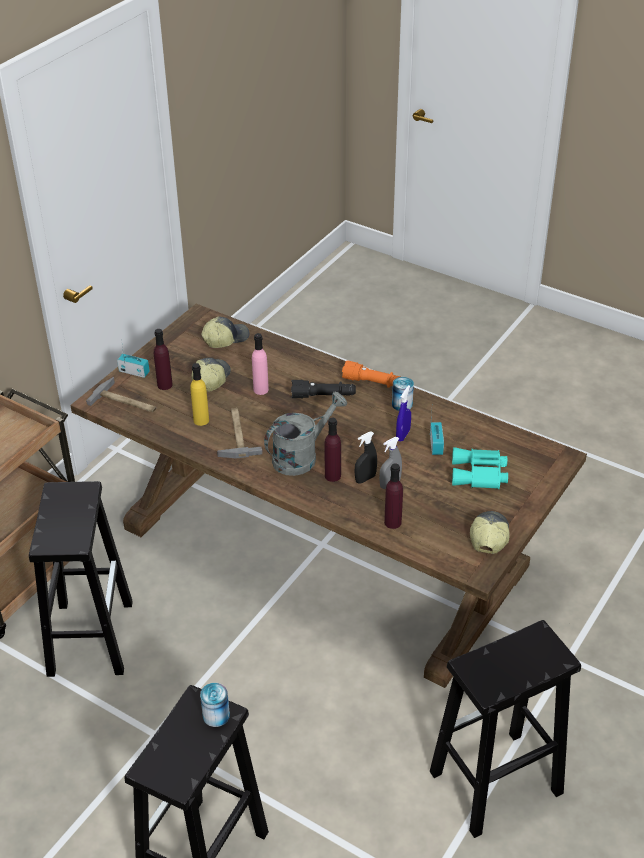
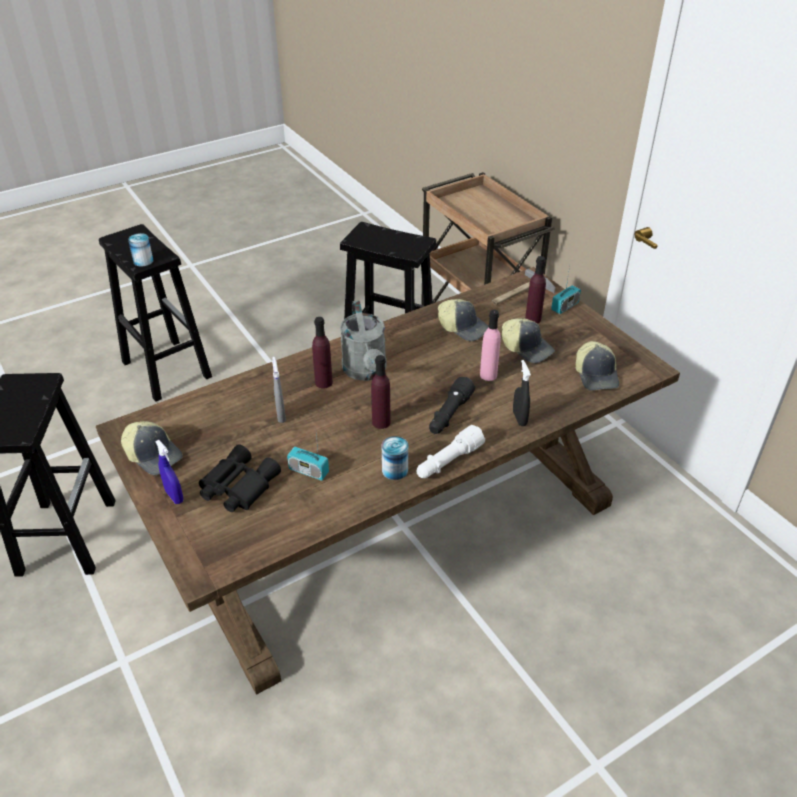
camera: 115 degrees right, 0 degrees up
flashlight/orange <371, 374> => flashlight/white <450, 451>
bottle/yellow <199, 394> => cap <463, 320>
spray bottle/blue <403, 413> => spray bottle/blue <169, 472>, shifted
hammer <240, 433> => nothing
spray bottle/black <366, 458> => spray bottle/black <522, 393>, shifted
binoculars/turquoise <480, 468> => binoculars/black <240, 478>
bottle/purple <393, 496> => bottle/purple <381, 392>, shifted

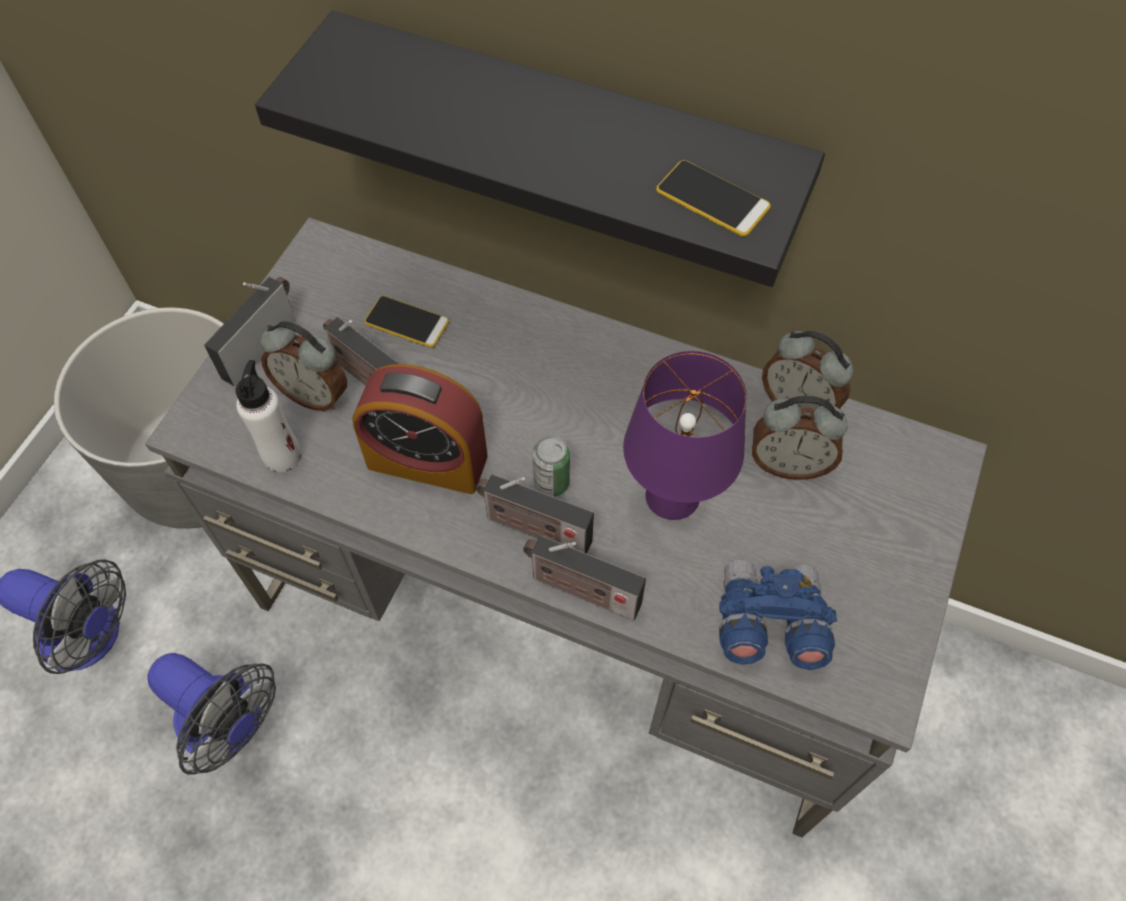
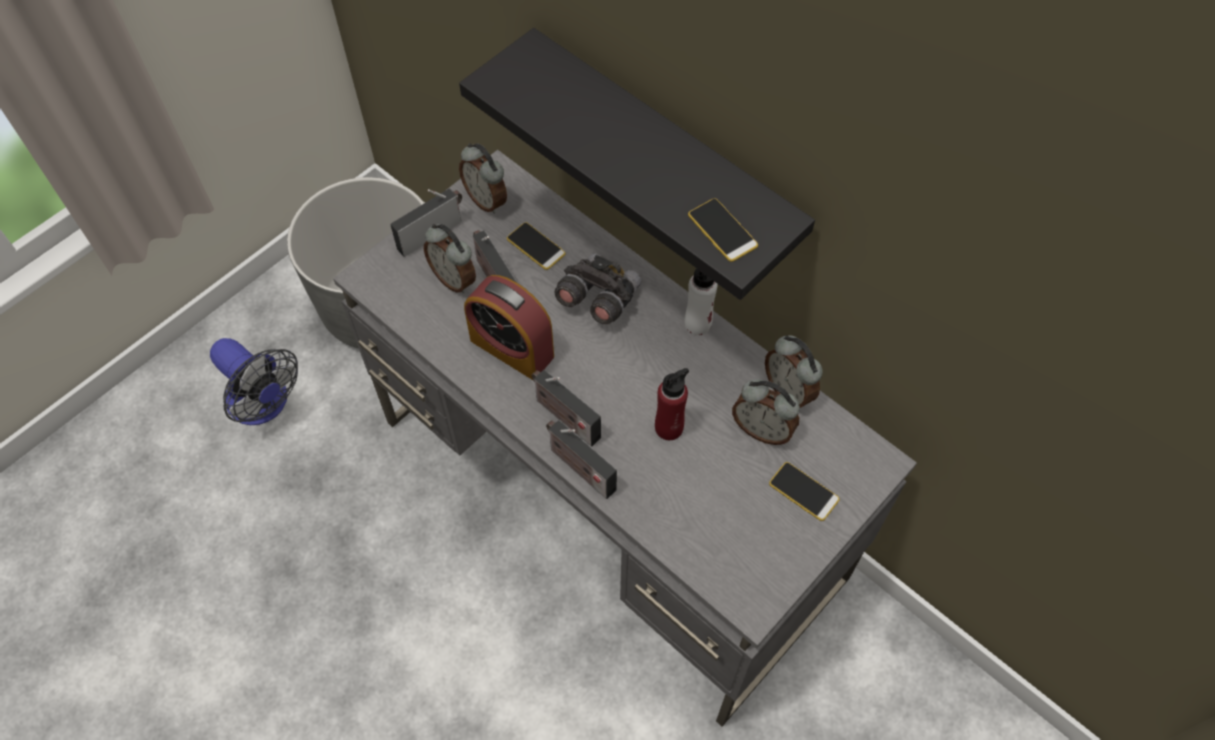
camera: 20 degrees right, 0 degrees up
table lamp/purple <685, 435> => bottle/red <672, 404>
bottle/white <268, 416> => bottle/white <701, 301>, shifted
can <551, 466> => nothing
binoculars/blue <778, 615> => nothing
fan <212, 714> => nothing
nothing => alarm clock <483, 178>
nothing => binoculars/grey <598, 289>
nothing => phone <804, 491>

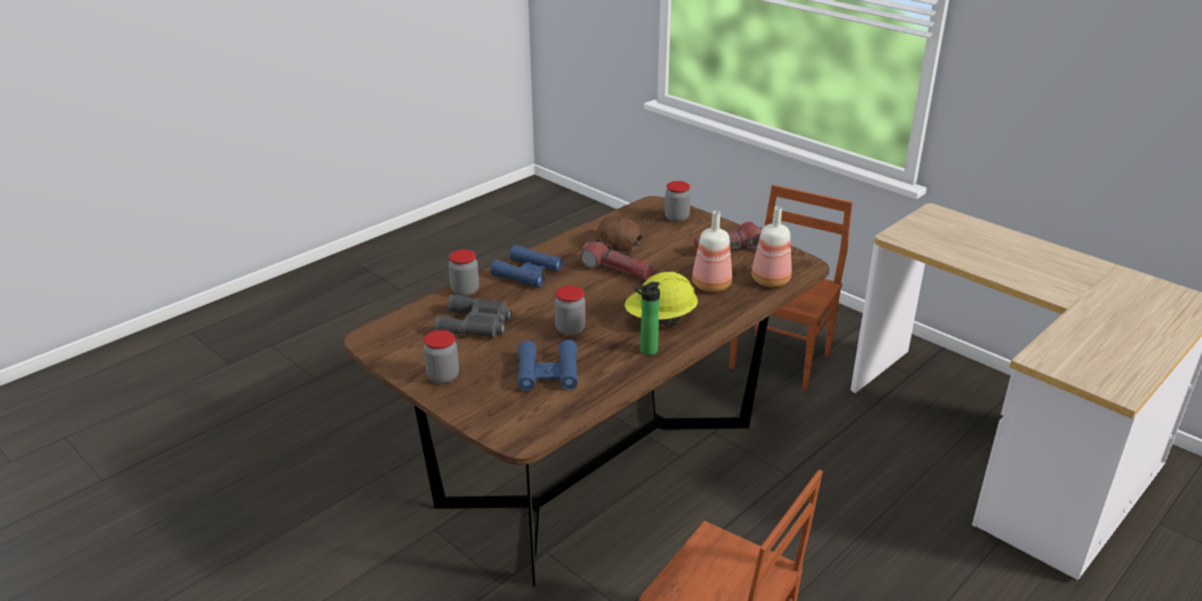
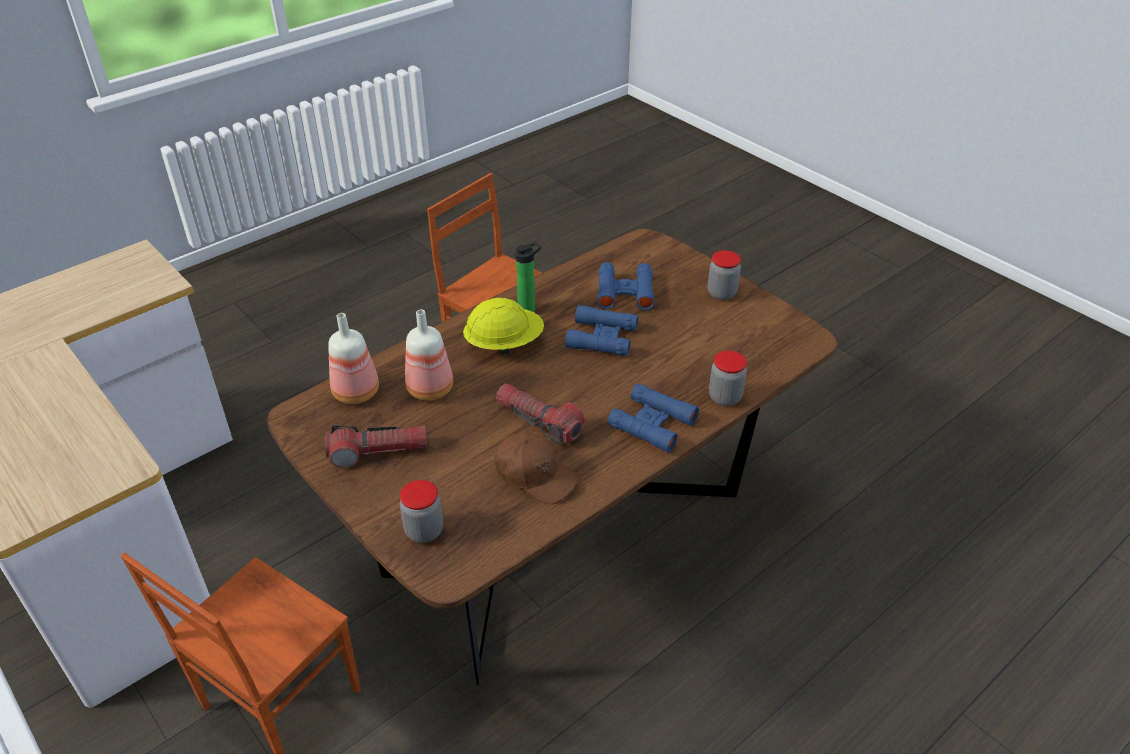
camera: 175 degrees left, 10 degrees up
jar <570, 311> => binoculars/blue <601, 330>
binoculars/grey <473, 315> => nothing

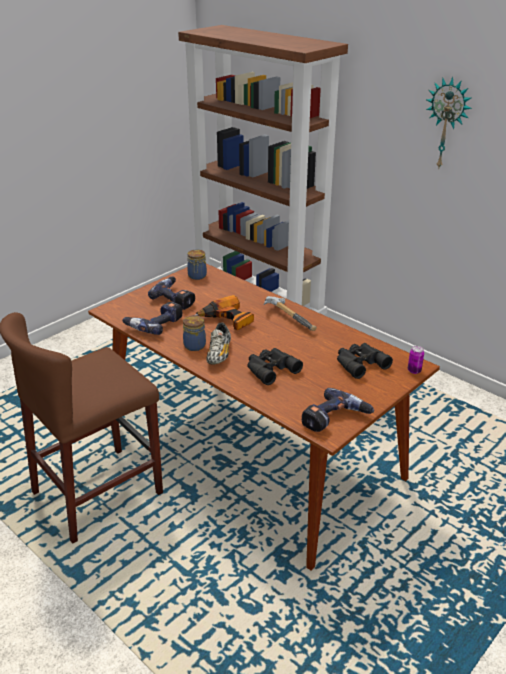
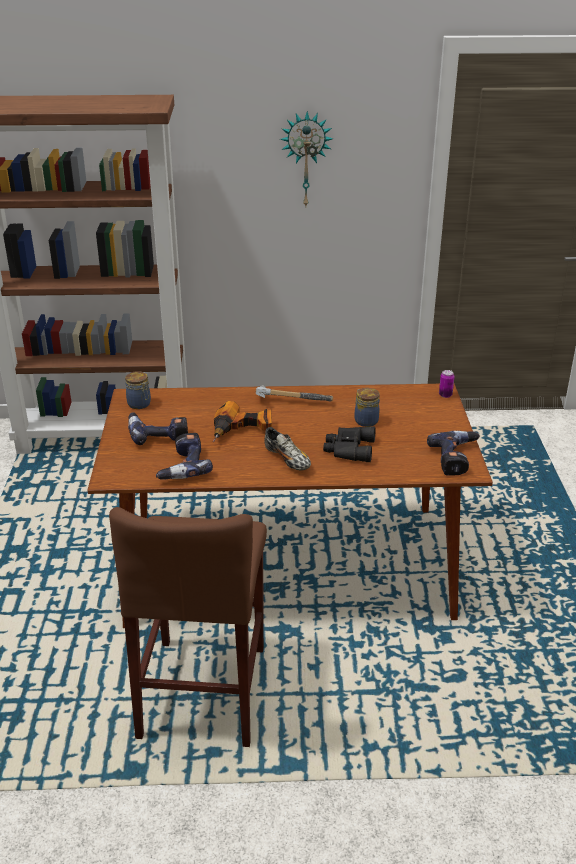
camera: 45 degrees left, 0 degrees up
jar <194, 333> => jar <367, 407>, shifted
binoculars/black <365, 361> => nothing

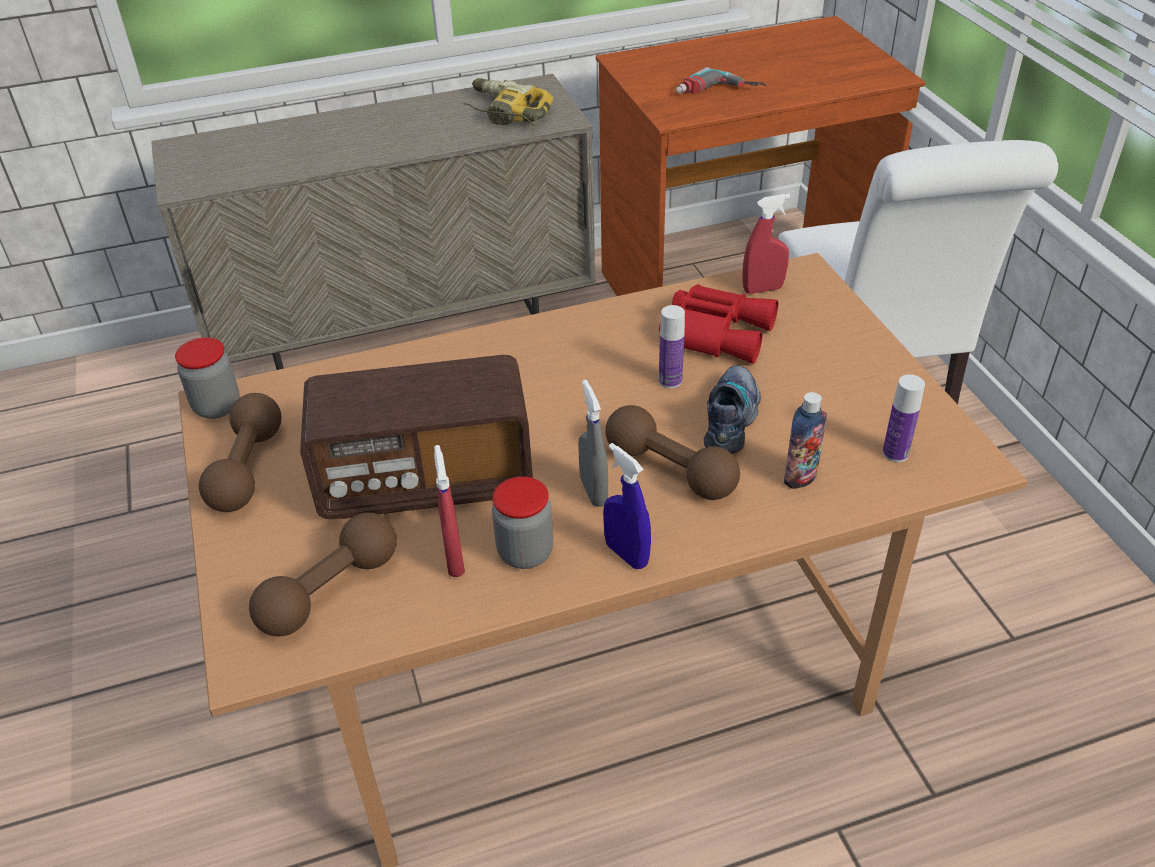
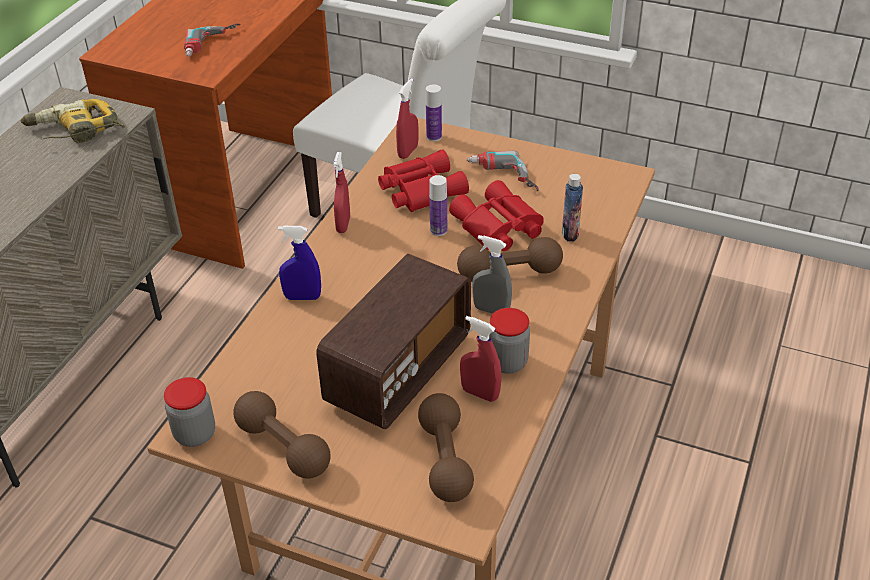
camera: 50 degrees left, 0 degrees up
shoe <732, 410> => binoculars/red <496, 215>
bottle <903, 418> => bottle <434, 112>, shifted
spray bottle/blue <627, 506> => spray bottle/blue <299, 263>, shifted
nothing => power drill <503, 171>
nothing => spray bottle/red <341, 192>

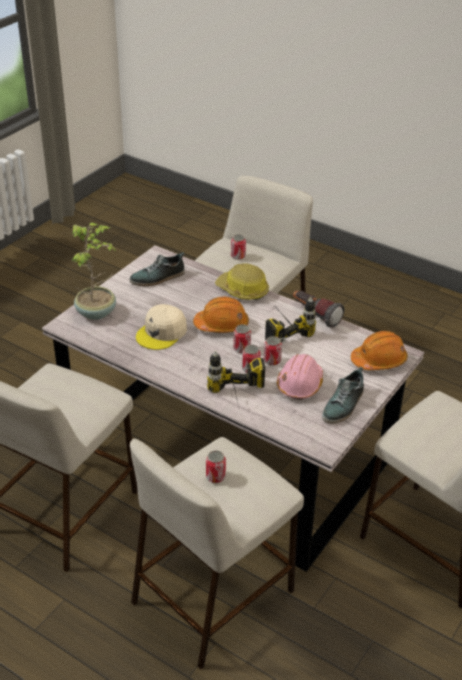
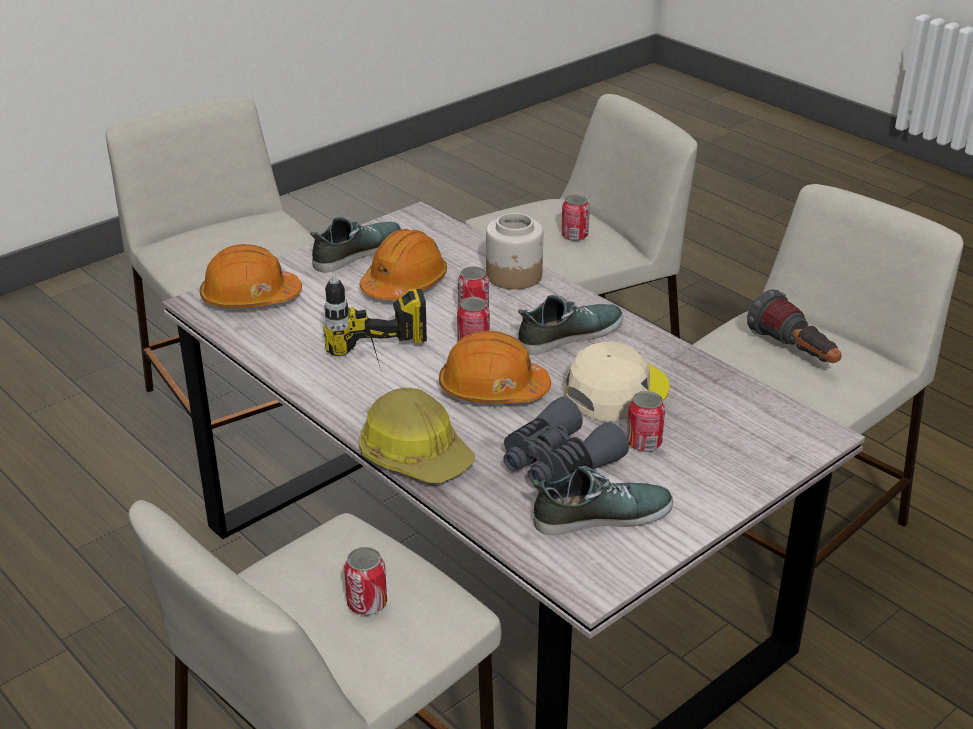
camera: 165 degrees left, 5 degrees down
potted plant <94, 271> => nothing
flashlight <318, 309> => flashlight <794, 326>, shifted
can <273, 351> => can <646, 421>, shifted
power drill <236, 379> => jar <514, 251>
hard hat/pink <300, 377> => hard hat/orange <403, 264>
nothing => shoe <570, 325>
nothing => binoculars/grey <566, 440>

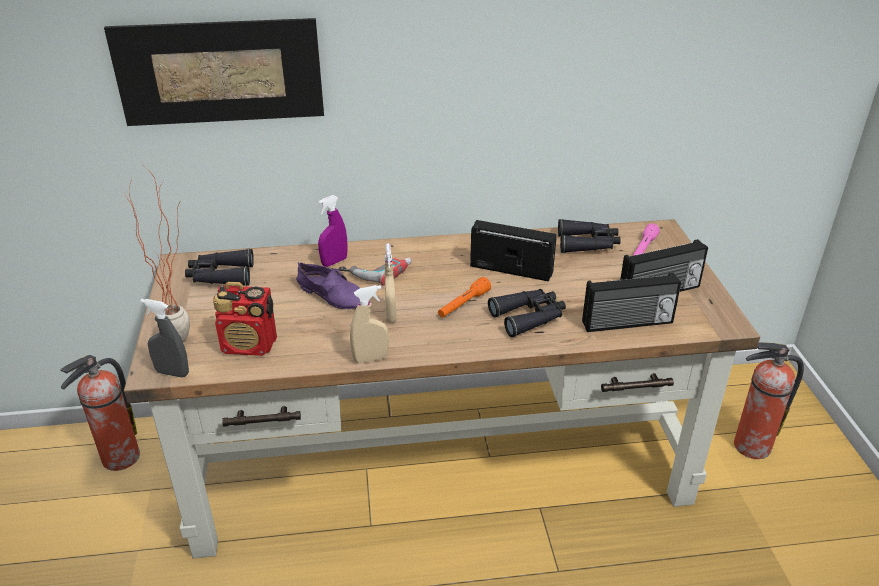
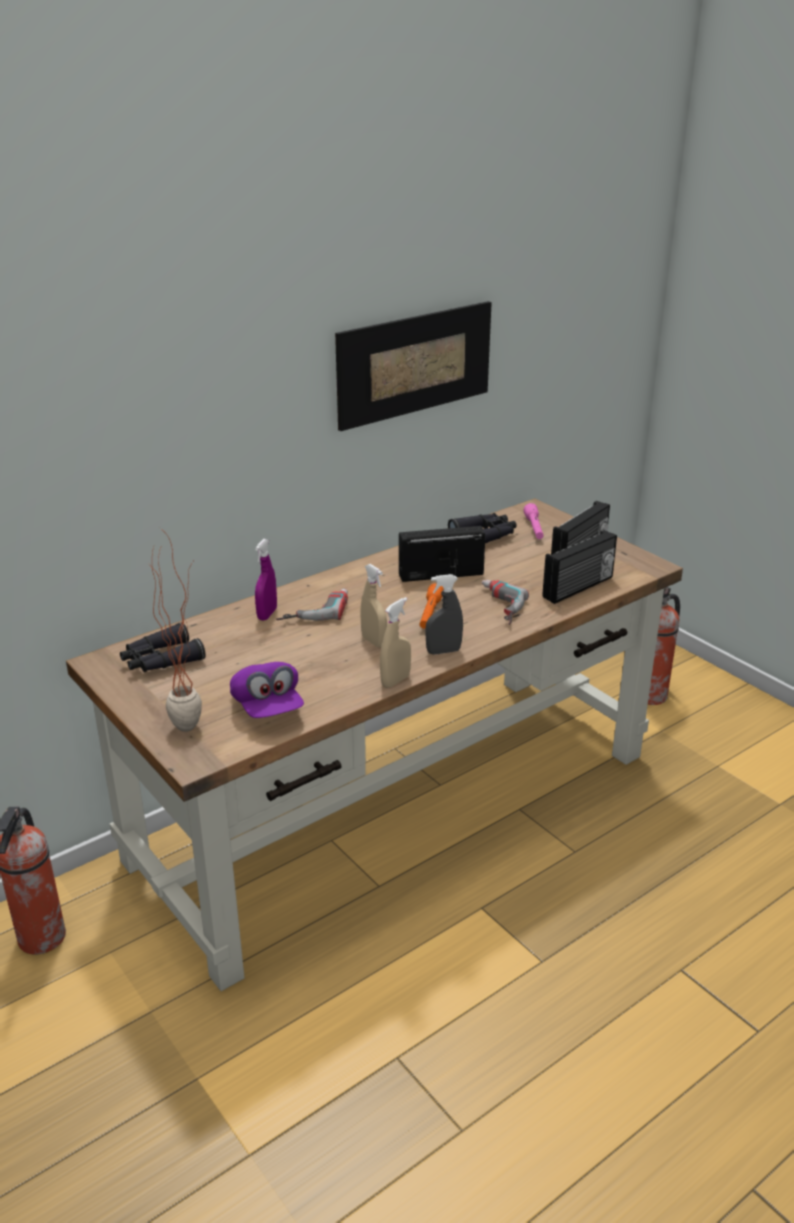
camera: 30 degrees left, 5 degrees down
picture <214, 72> => picture <413, 366>, shifted
shoe/purple <328, 285> => nothing
radio <245, 319> => cap/purple <267, 690>
binoculars/black <527, 313> => power drill <505, 602>
spray bottle/grey <164, 338> => spray bottle/grey <444, 614>, shifted

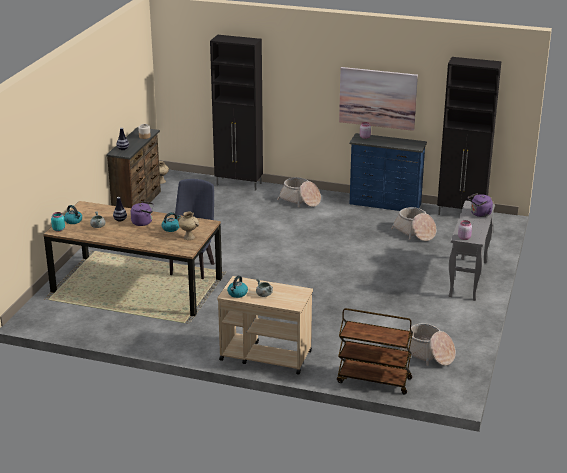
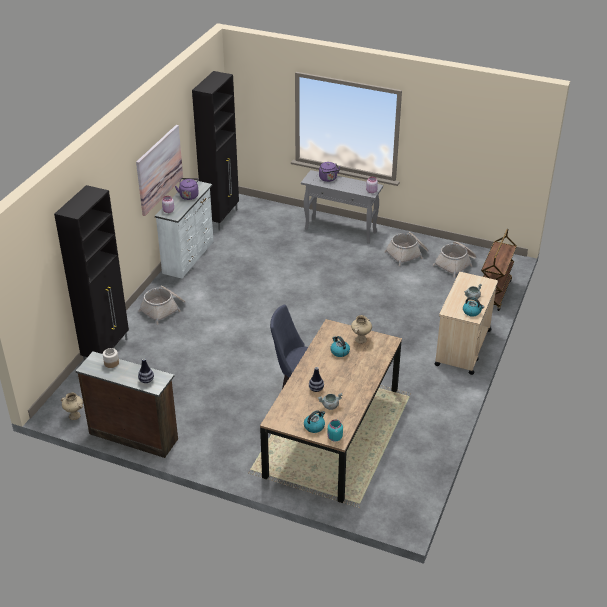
camera: 85 degrees left, 10 degrees up
dresser/blue <388, 172> => dresser/white <184, 229>
kettle/purple <142, 213> => kettle/purple <187, 189>, shifted
basket <413, 224> => basket <406, 249>, shifted

